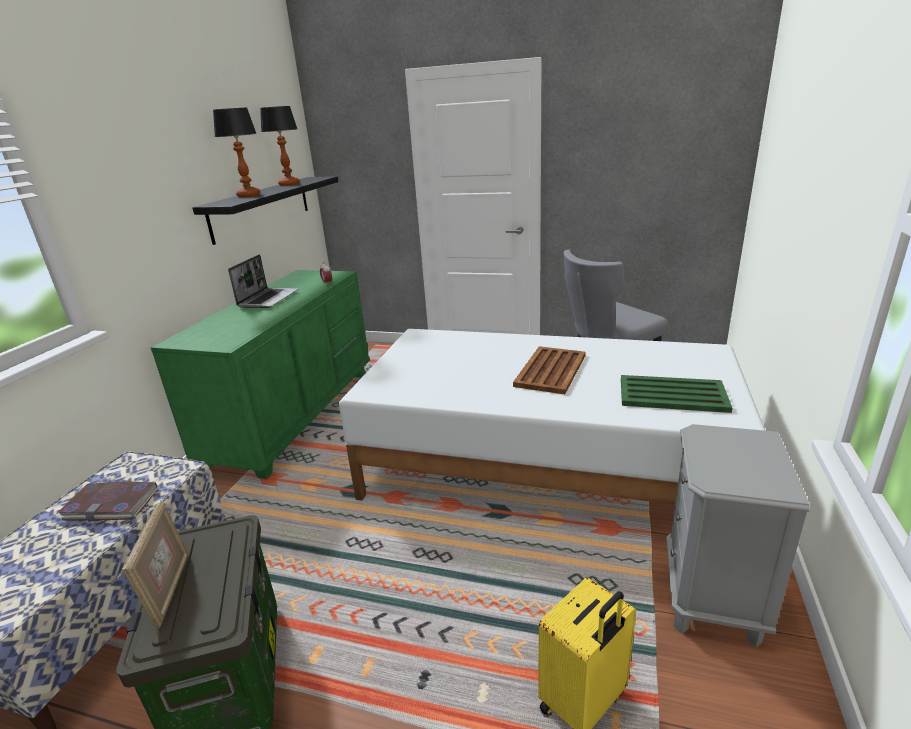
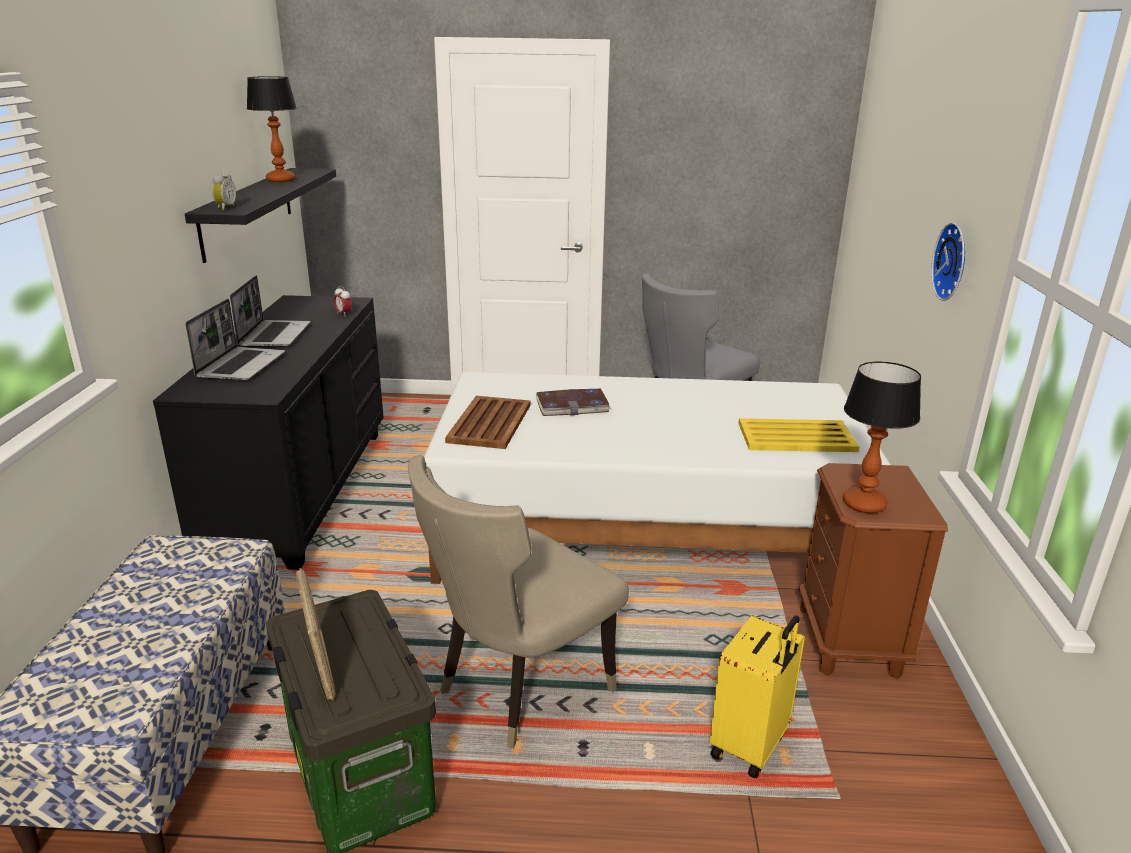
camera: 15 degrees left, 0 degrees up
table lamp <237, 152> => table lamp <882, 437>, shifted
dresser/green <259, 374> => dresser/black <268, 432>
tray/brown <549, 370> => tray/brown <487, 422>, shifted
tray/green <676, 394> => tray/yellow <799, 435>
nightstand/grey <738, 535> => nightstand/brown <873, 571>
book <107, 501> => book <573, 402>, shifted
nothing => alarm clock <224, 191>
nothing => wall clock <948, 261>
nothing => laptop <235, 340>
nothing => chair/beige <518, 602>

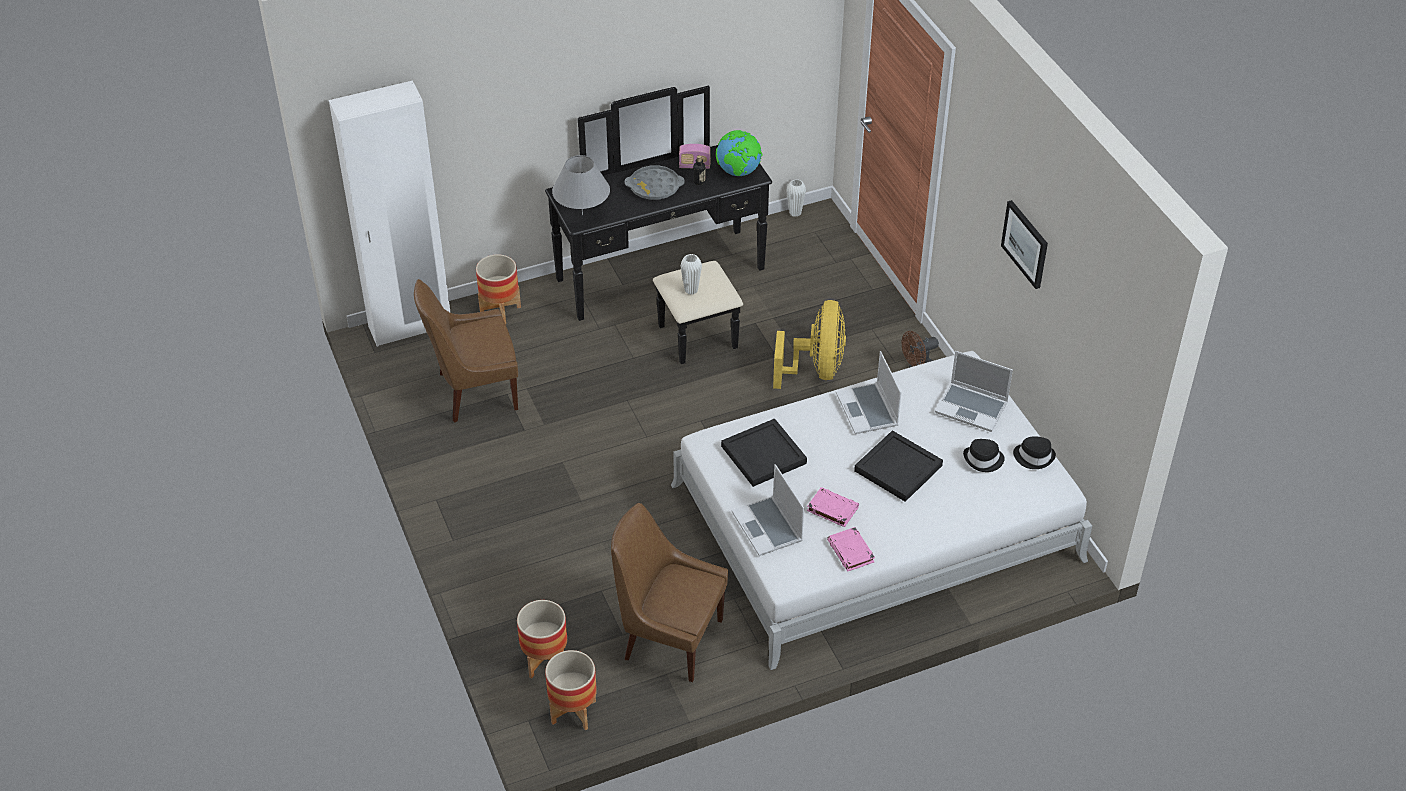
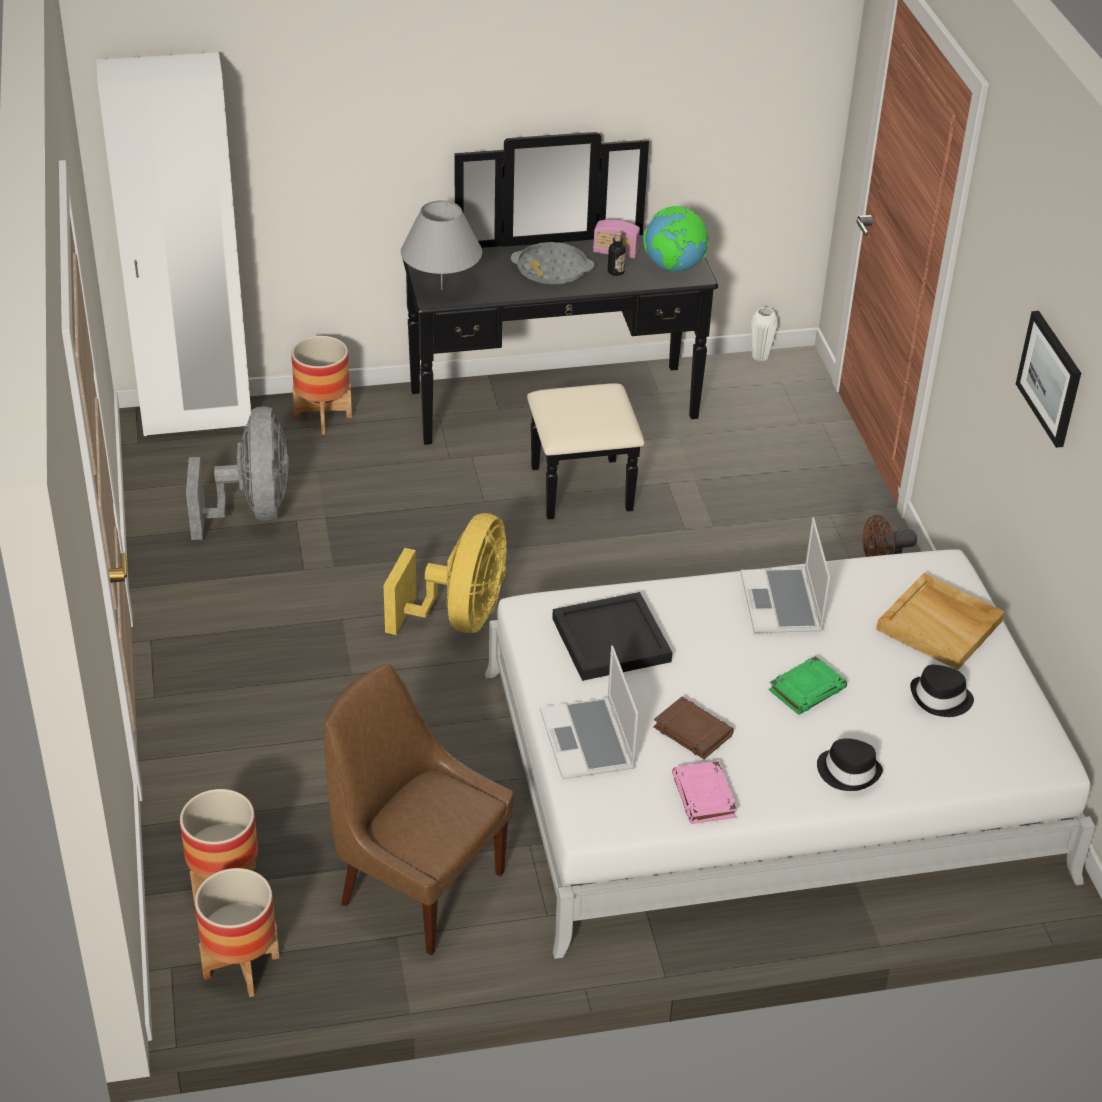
camera: 10 degrees right, 5 degrees down
vase/white <691, 274> => nothing
chair/brown <466, 351> => fan/grey <237, 473>
fan/yellow <809, 344> => fan/yellow <445, 574>, shifted
laptop <974, 391> => tray/beige <940, 621>
tray/black <898, 466> => book/green <808, 685>
hat/black <1034, 452> => hat/black <850, 764>, shifted
book/pink <833, 507> => book/brown <693, 728>

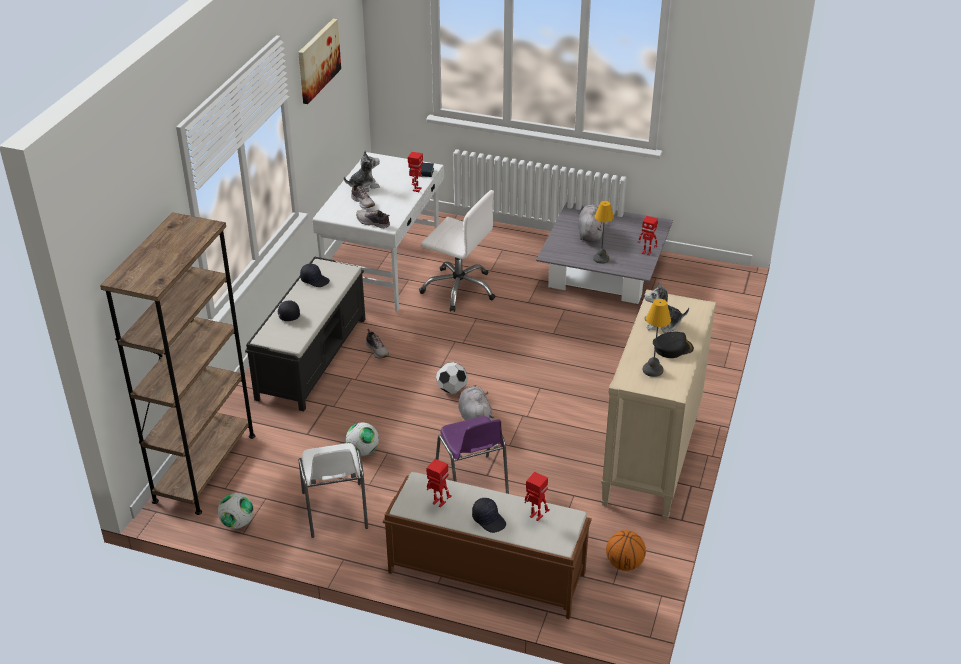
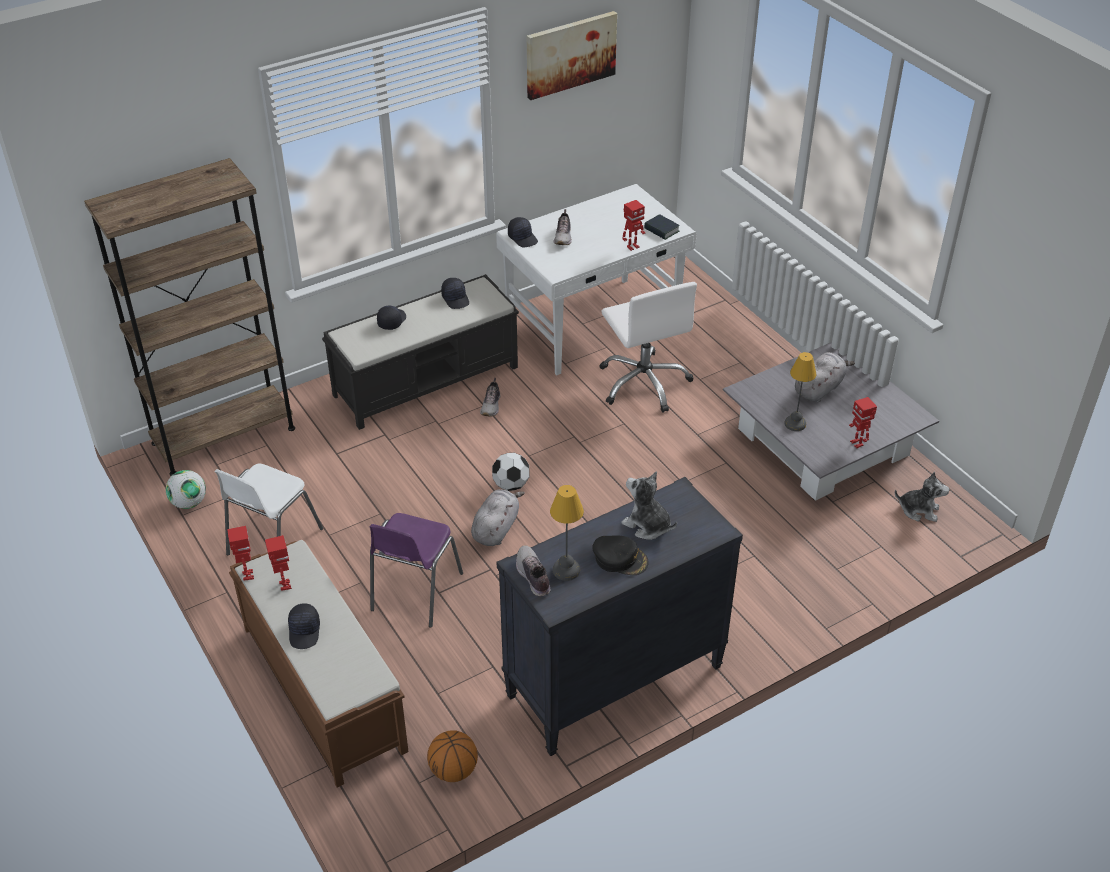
camera: 40 degrees right, 5 degrees up
plush toy <362, 171> => plush toy <922, 497>, shifted
shoe <373, 219> => shoe <533, 570>, shifted
dresser/beige <658, 405> => dresser/black <620, 616>
football <362, 439> => nothing
toy robot <537, 496> => toy robot <240, 553>, shifted
nothing => cap/black <523, 232>

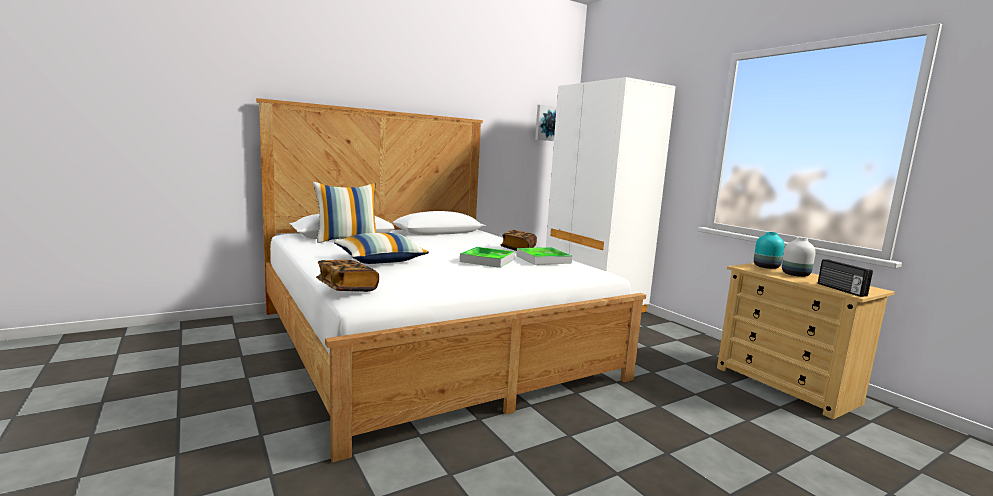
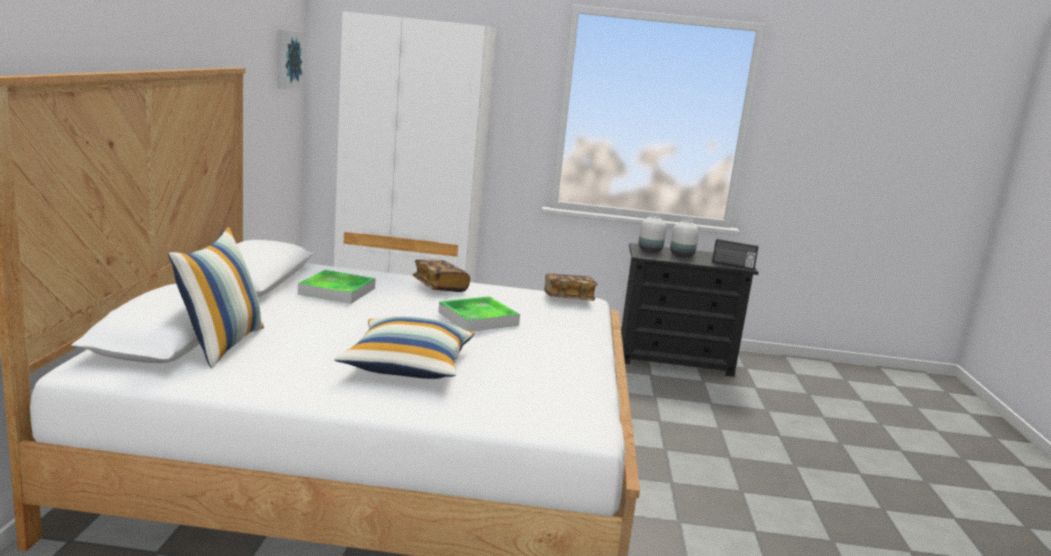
camera: 55 degrees left, 5 degrees up
vase/turquoise <769, 250> => vase/white <652, 233>
tray <544, 256> => tray <337, 287>, shifted
book <347, 276> => book <570, 287>, shifted
dresser/beige <806, 341> => dresser/black <690, 310>

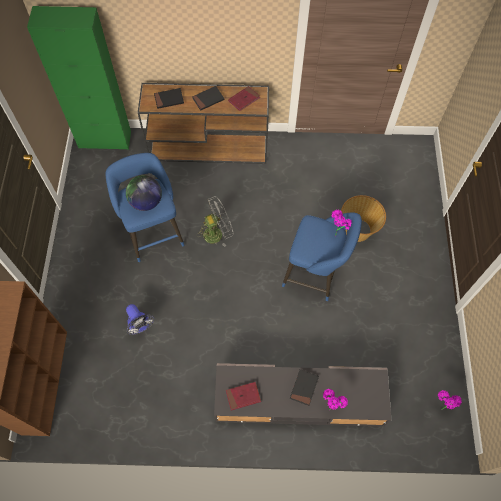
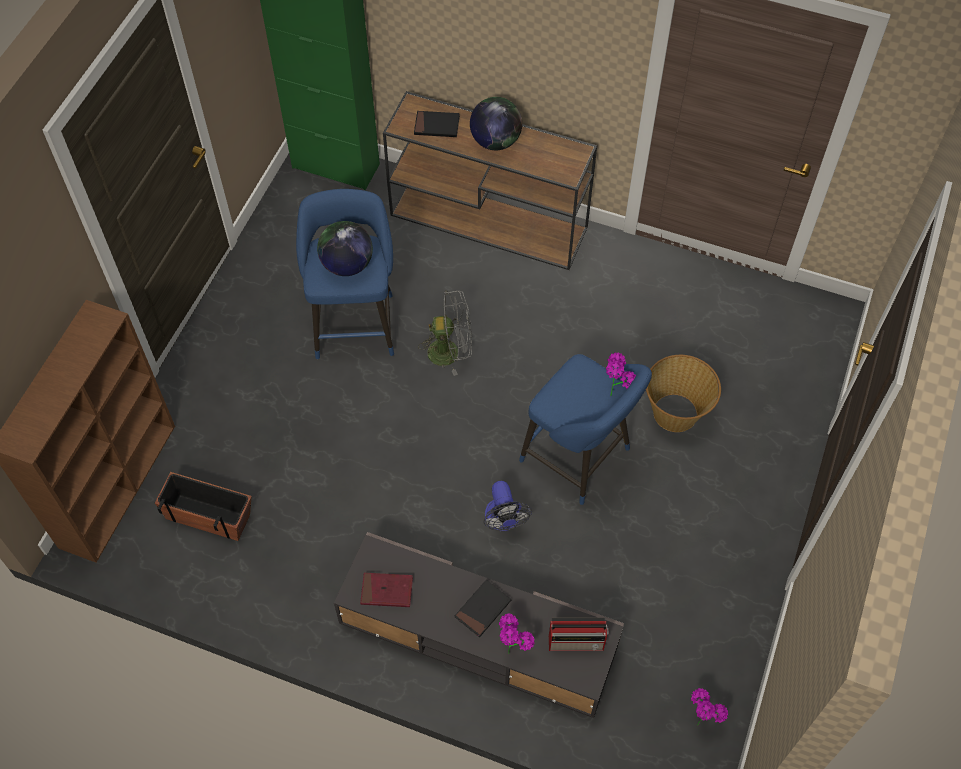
camera: 20 degrees right, 5 degrees down
book/black <208, 98> => globe <496, 123>
book/red <244, 98> => nothing
fan <140, 319> => fan <508, 506>, shifted
nothing => planter <203, 506>
nothing => radio <579, 634>

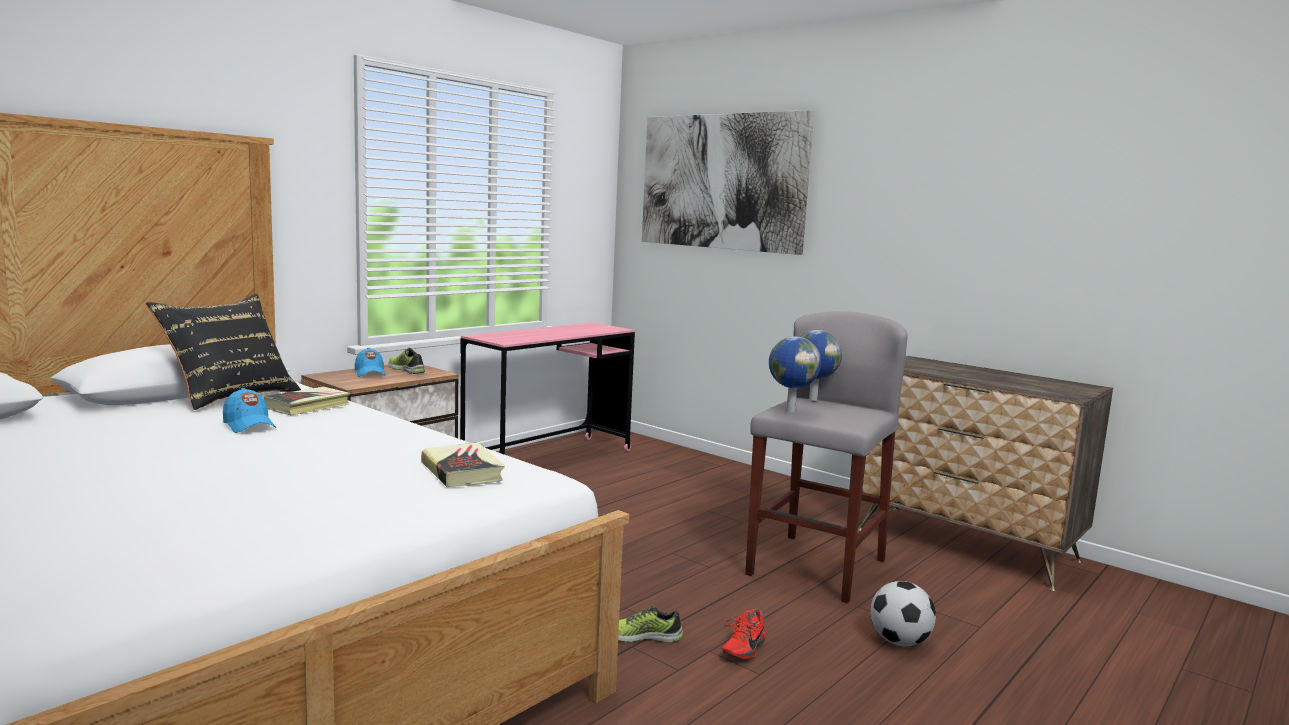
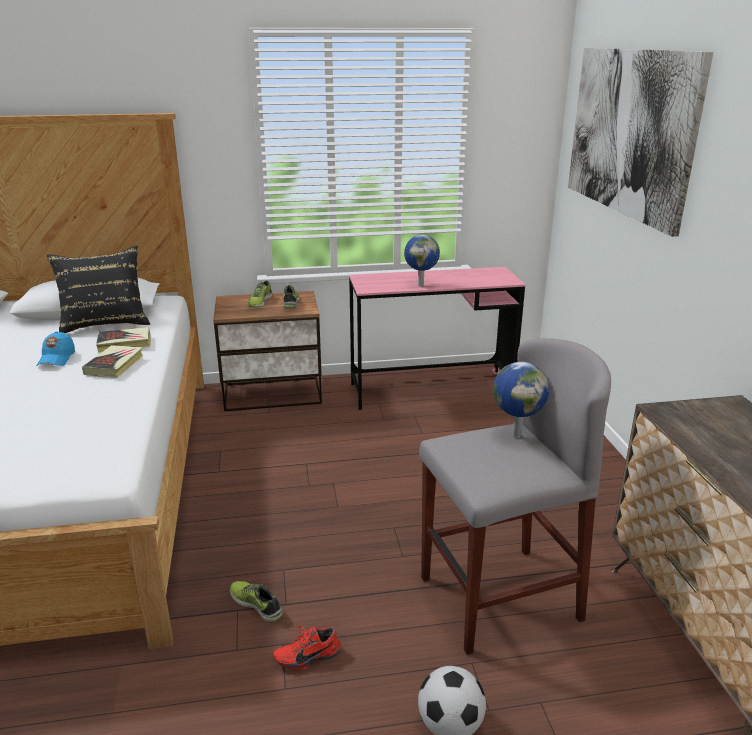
camera: 40 degrees right, 15 degrees up
globe <795, 374> => globe <422, 261>, shifted
cap/blue <370, 362> => shoe <259, 294>
book <463, 465> => book <113, 361>, shifted

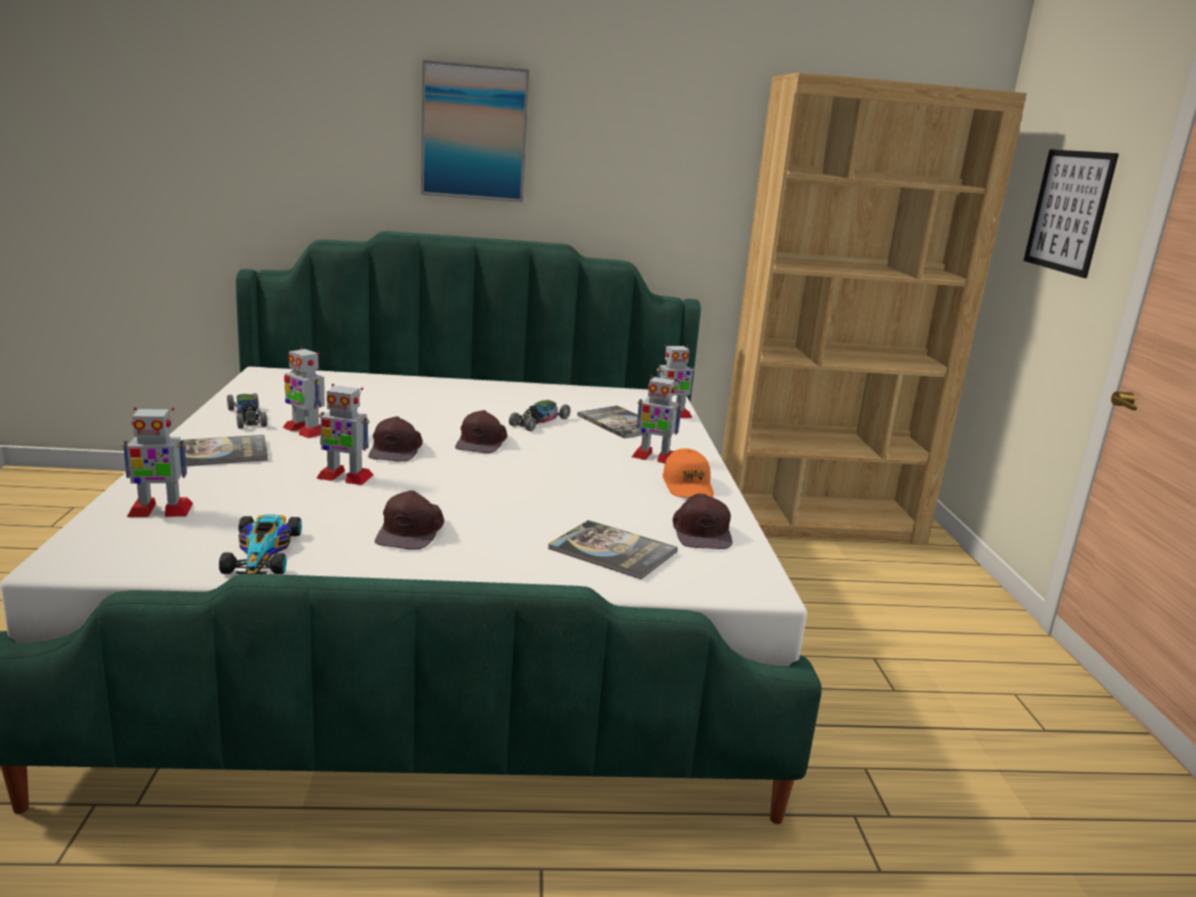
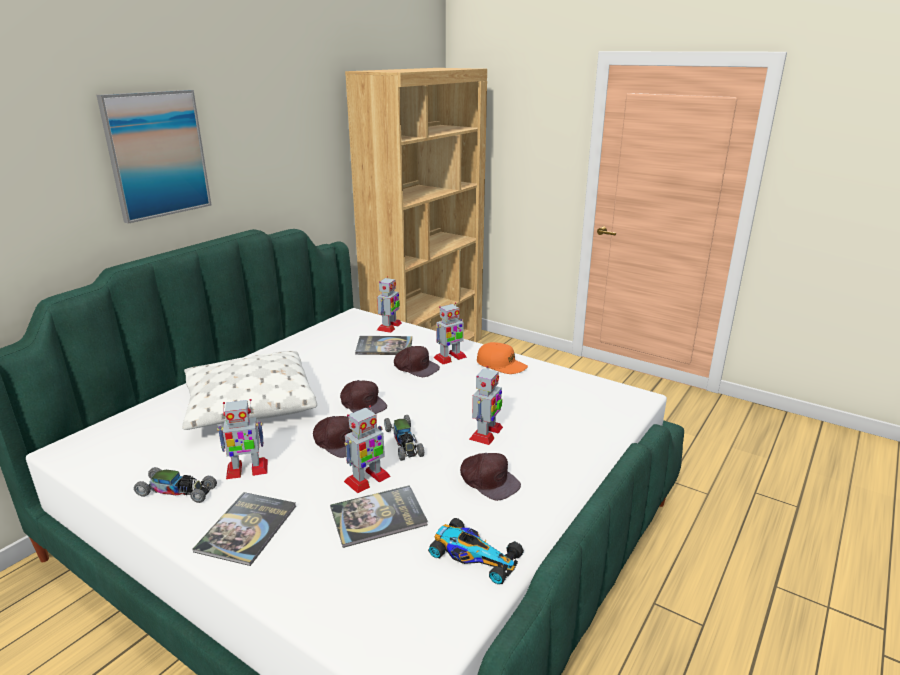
camera: 50 degrees left, 5 degrees up
picture <1071, 213> => nothing
toy car <540, 415> => toy car <404, 438>, shifted
toy robot <157, 462> => toy robot <486, 405>, shifted
cap/brown <702, 521> => cap/brown <417, 361>, shifted
book <613, 549> => book <379, 516>, shifted
nothing => pillow/white <249, 390>

